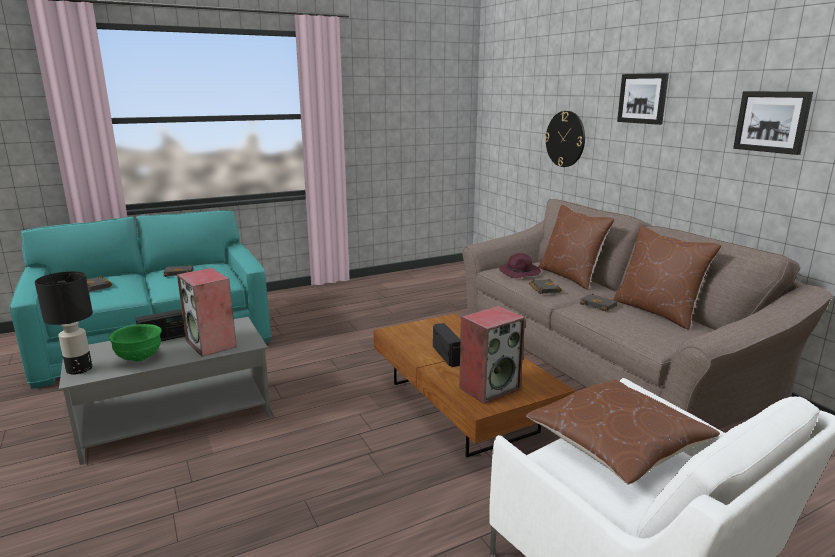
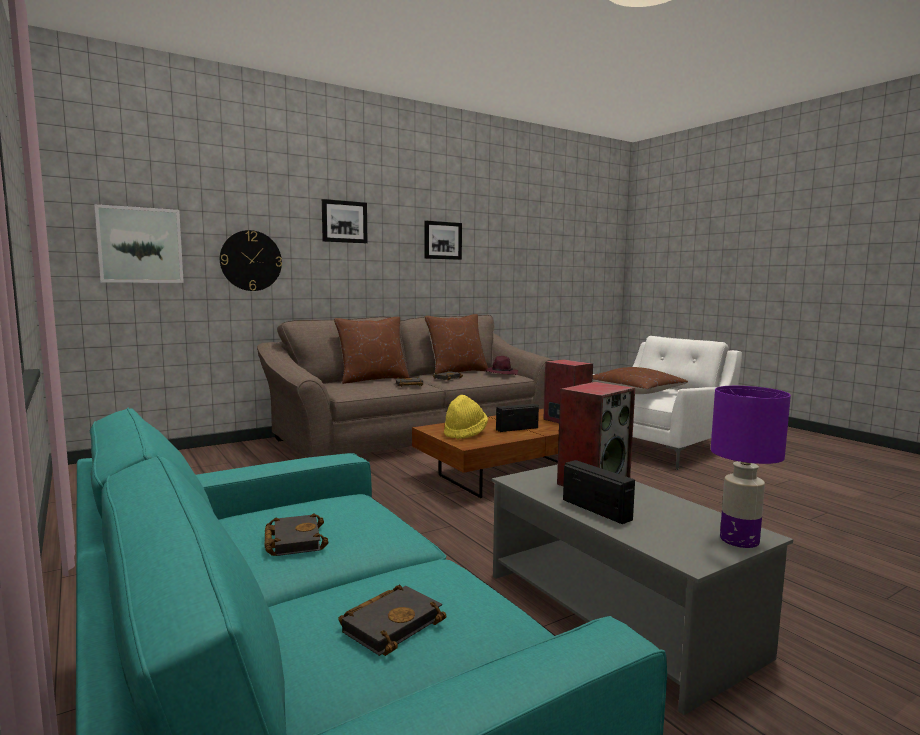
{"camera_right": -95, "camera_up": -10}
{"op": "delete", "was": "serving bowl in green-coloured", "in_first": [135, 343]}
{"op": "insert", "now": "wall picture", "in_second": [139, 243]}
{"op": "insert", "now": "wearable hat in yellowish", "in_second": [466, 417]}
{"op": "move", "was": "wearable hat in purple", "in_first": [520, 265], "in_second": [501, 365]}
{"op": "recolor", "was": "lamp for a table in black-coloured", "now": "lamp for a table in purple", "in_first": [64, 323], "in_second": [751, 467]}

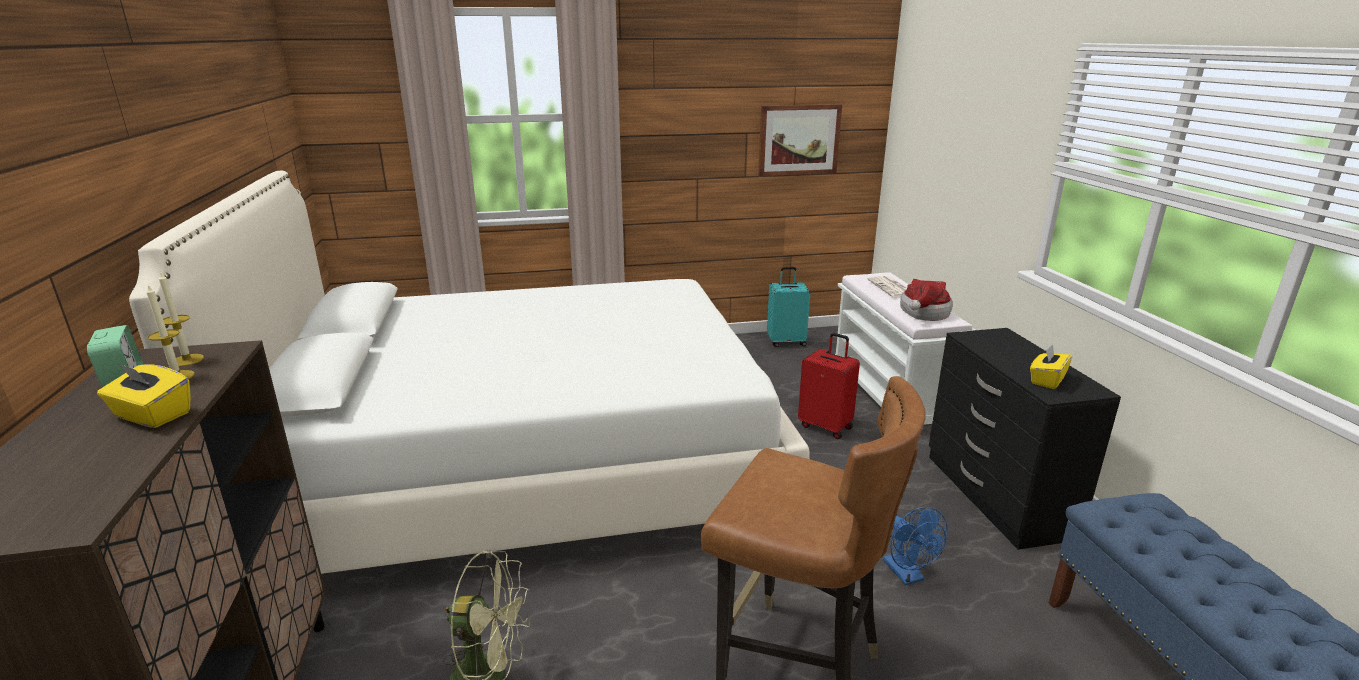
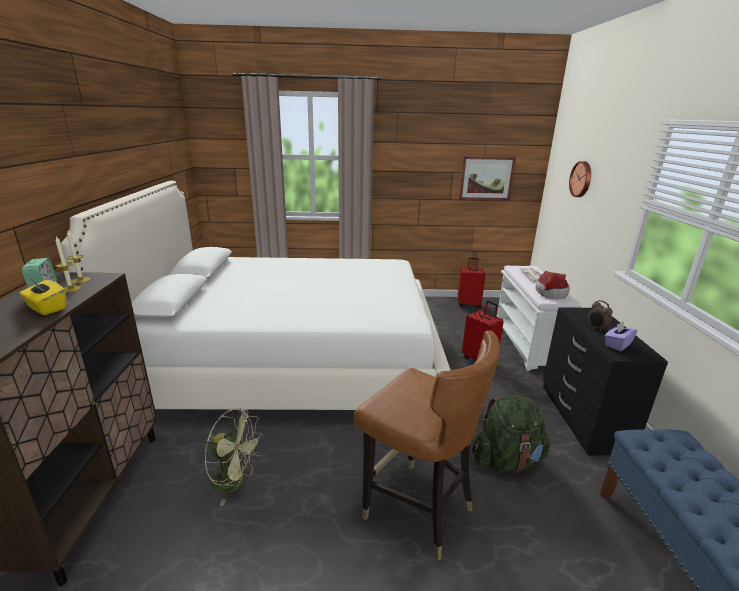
{"camera_right": 10, "camera_up": 0}
{"op": "insert", "now": "hanging clock", "in_second": [580, 179]}
{"op": "insert", "now": "bedside clock", "in_second": [600, 316]}
{"op": "replace", "was": "electric fan in blue", "now": "knapsack in green-coloured", "in_first": [915, 546], "in_second": [511, 434]}
{"op": "recolor", "was": "suitcase in turquoise", "now": "suitcase in reddish", "in_first": [788, 307], "in_second": [472, 282]}
{"op": "recolor", "was": "box of tissues in yellowish", "now": "box of tissues in purple", "in_first": [1051, 366], "in_second": [621, 336]}

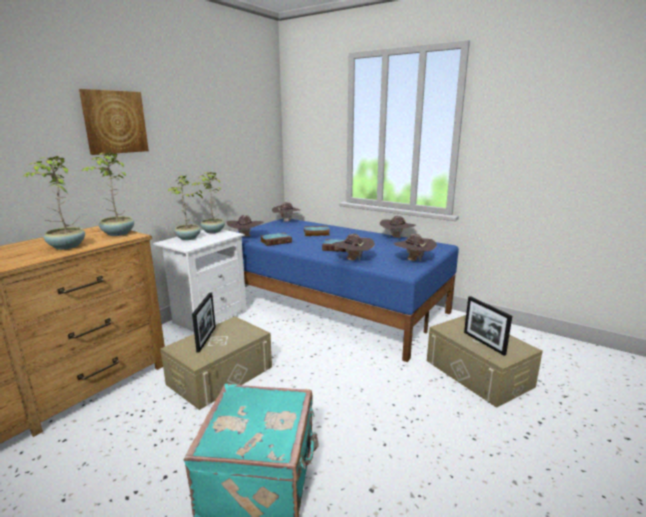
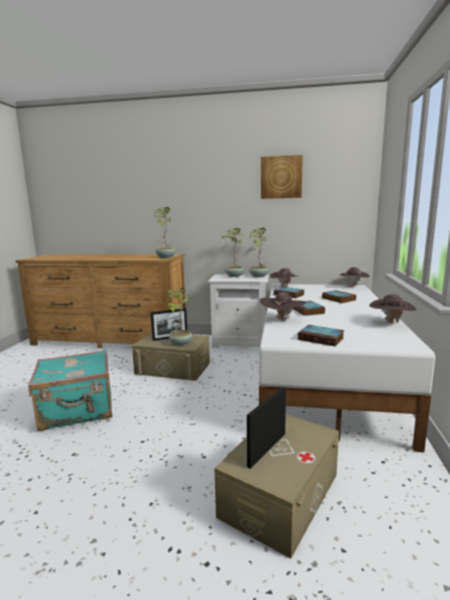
{"camera_right": 65, "camera_up": -5}
{"op": "move", "was": "potted plant", "in_first": [53, 203], "in_second": [179, 316]}
{"op": "move", "was": "wall picture", "in_first": [114, 122], "in_second": [282, 177]}
{"op": "replace", "was": "wearable hat in brown-coloured", "now": "bound book", "in_first": [415, 248], "in_second": [321, 335]}
{"op": "recolor", "was": "bedroom bed in blue", "now": "bedroom bed in white", "in_first": [348, 290], "in_second": [347, 368]}

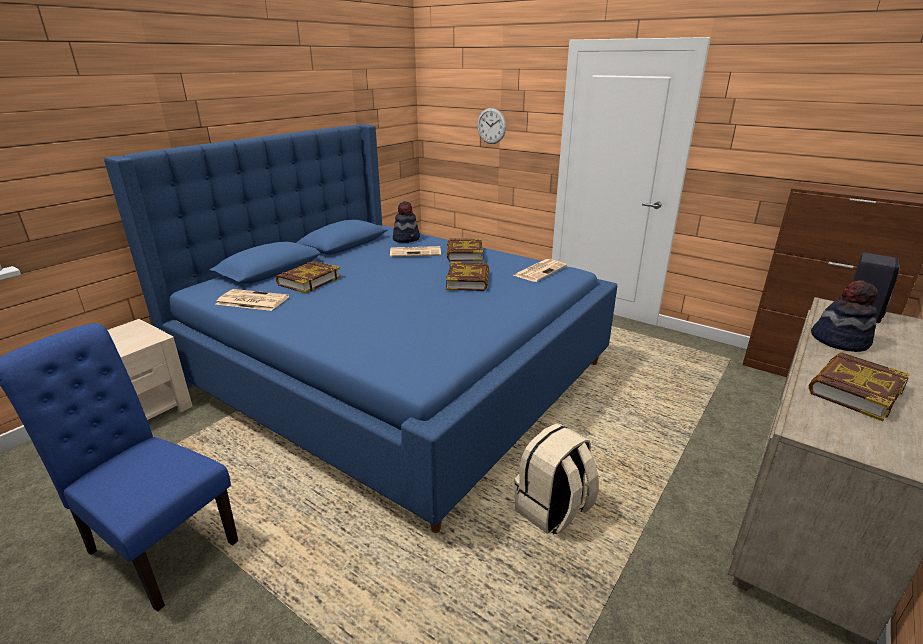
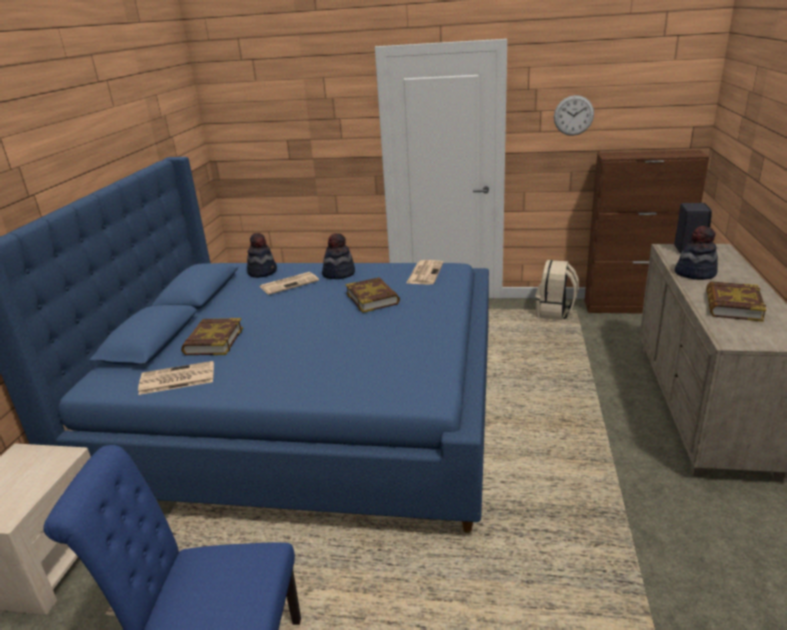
{"camera_right": -25, "camera_up": 0}
{"op": "move", "was": "hanging clock", "in_first": [491, 126], "in_second": [574, 115]}
{"op": "move", "was": "knapsack in beige", "in_first": [556, 479], "in_second": [557, 290]}
{"op": "replace", "was": "bound book", "now": "wearable hat", "in_first": [465, 249], "in_second": [338, 256]}

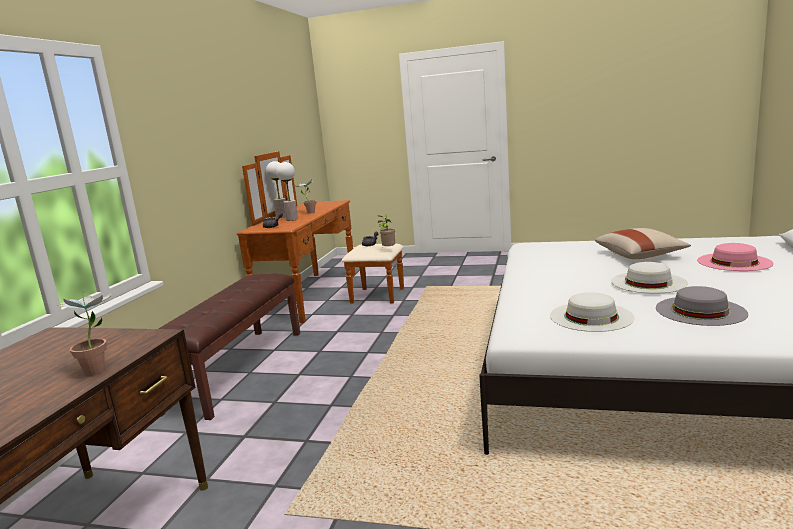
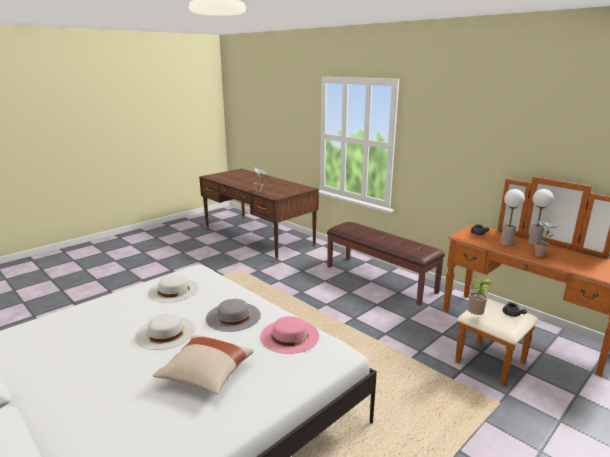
{"camera_right": 120, "camera_up": 5}
{"op": "move", "was": "wearable hat in grey", "in_first": [702, 306], "in_second": [233, 315]}
{"op": "move", "was": "wearable hat in pinkish", "in_first": [735, 257], "in_second": [289, 335]}

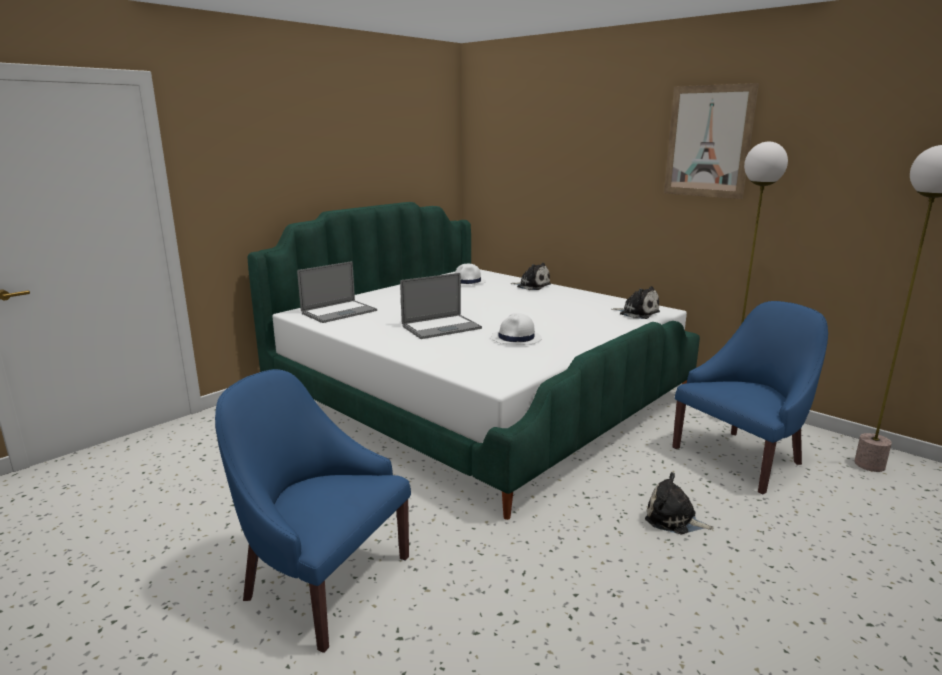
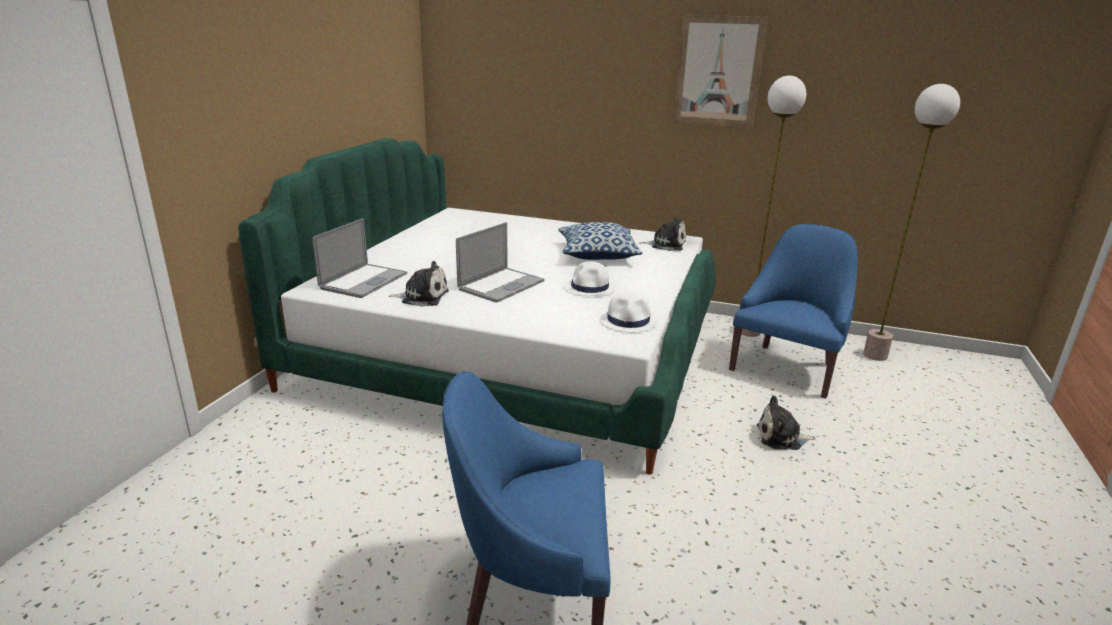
{"camera_right": -25, "camera_up": 5}
{"op": "insert", "now": "pillow", "in_second": [600, 241]}
{"op": "move", "was": "wearable hat in white", "in_first": [470, 275], "in_second": [628, 311]}
{"op": "move", "was": "plush toy", "in_first": [531, 276], "in_second": [419, 284]}

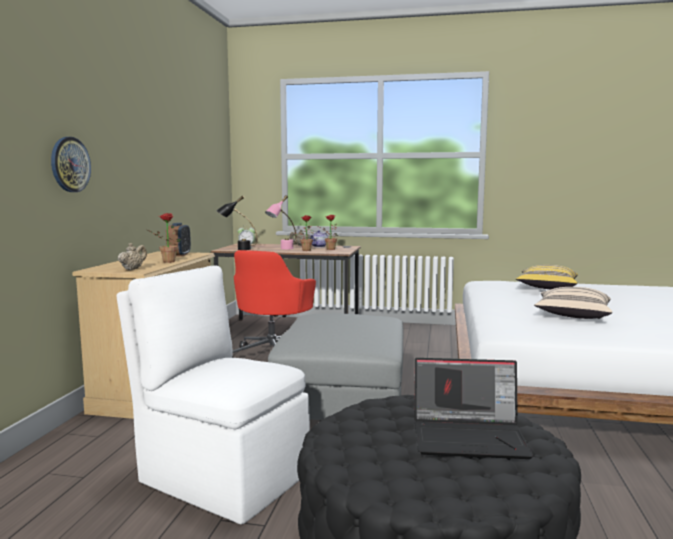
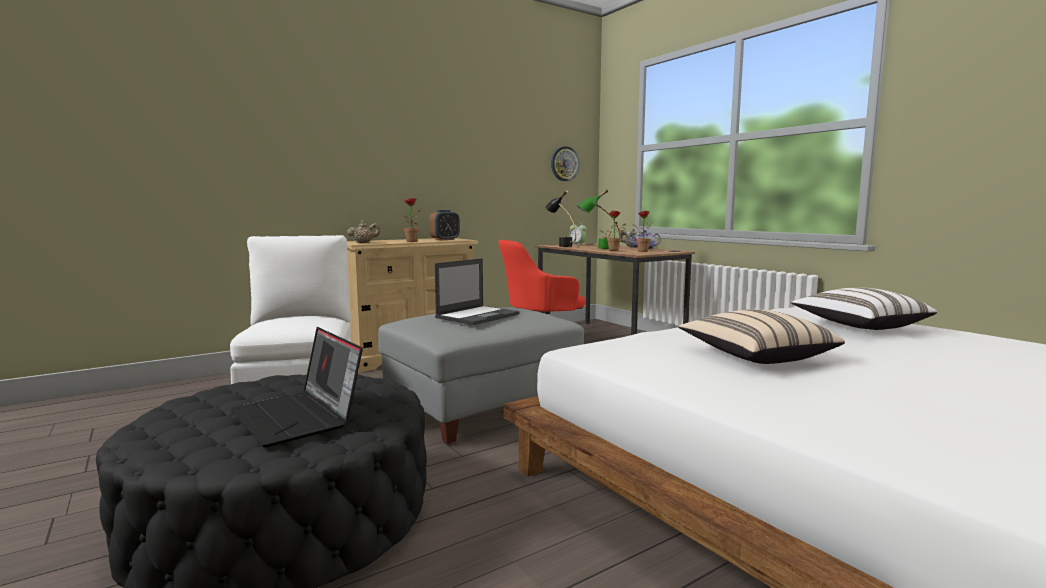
{"camera_right": 45, "camera_up": 0}
{"op": "insert", "now": "laptop", "in_second": [477, 291]}
{"op": "move", "was": "hanging clock", "in_first": [71, 164], "in_second": [565, 163]}
{"op": "recolor", "was": "lamp for a table in pinkish", "now": "lamp for a table in green-coloured", "in_first": [281, 222], "in_second": [598, 219]}
{"op": "recolor", "was": "pillow in yellowish", "now": "pillow in white", "in_first": [547, 277], "in_second": [864, 308]}

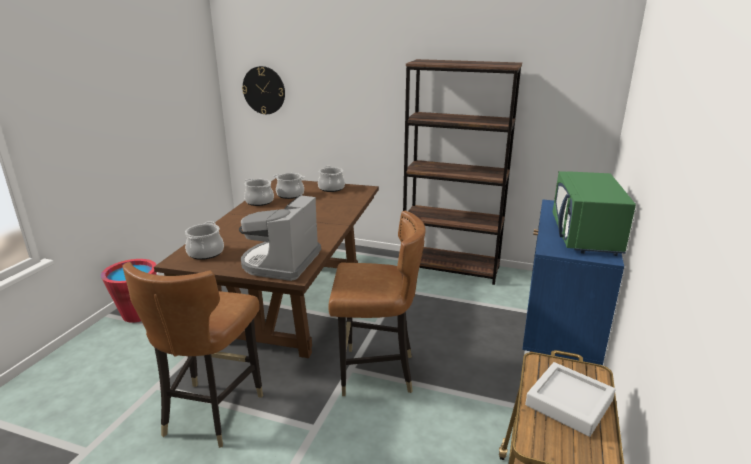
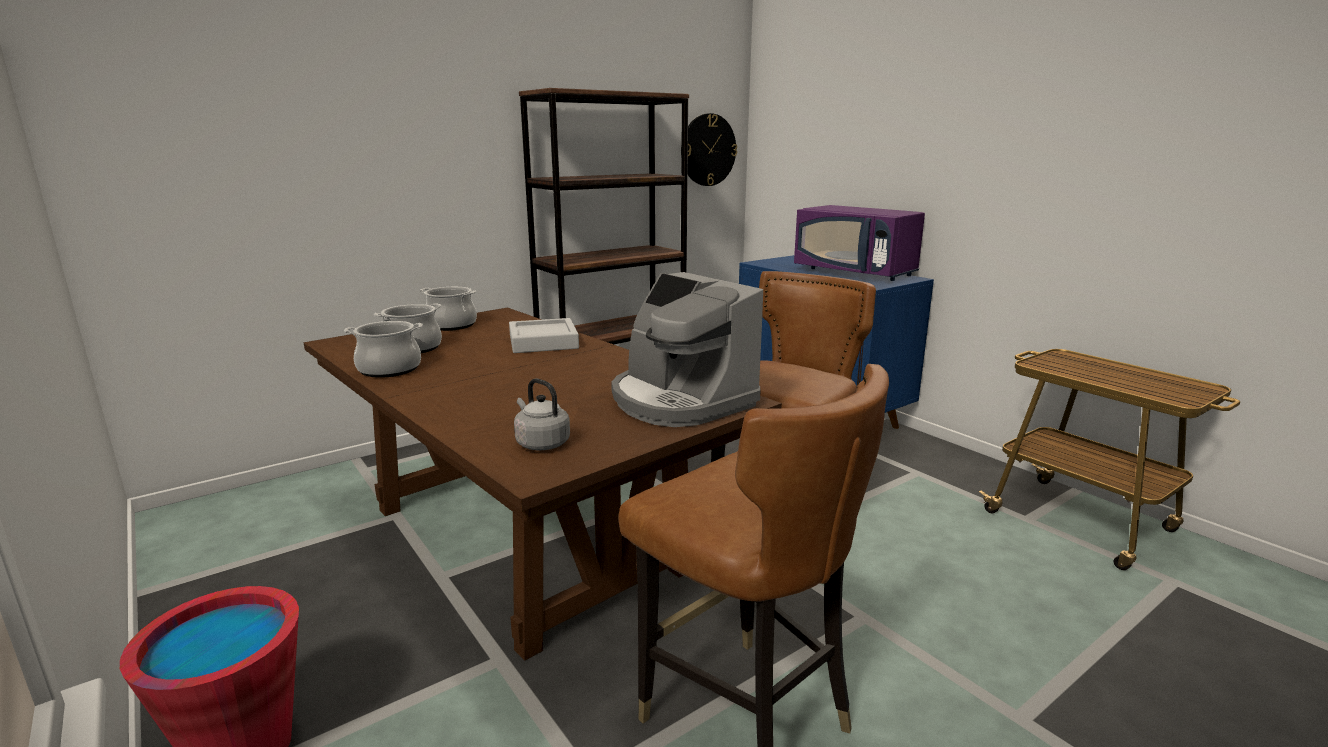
{"camera_right": -55, "camera_up": -5}
{"op": "move", "was": "hanging clock", "in_first": [263, 90], "in_second": [709, 149]}
{"op": "move", "was": "serving tray in grey", "in_first": [570, 399], "in_second": [544, 335]}
{"op": "replace", "was": "cooking pot", "now": "water kettle in grey", "in_first": [204, 240], "in_second": [542, 414]}
{"op": "recolor", "was": "microwave in green-coloured", "now": "microwave in purple", "in_first": [594, 213], "in_second": [859, 243]}

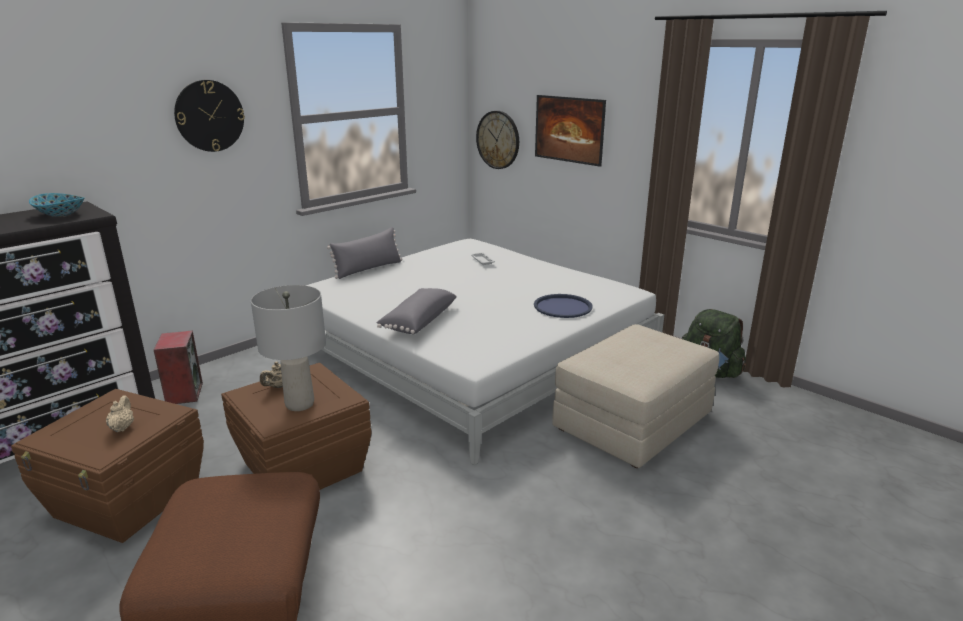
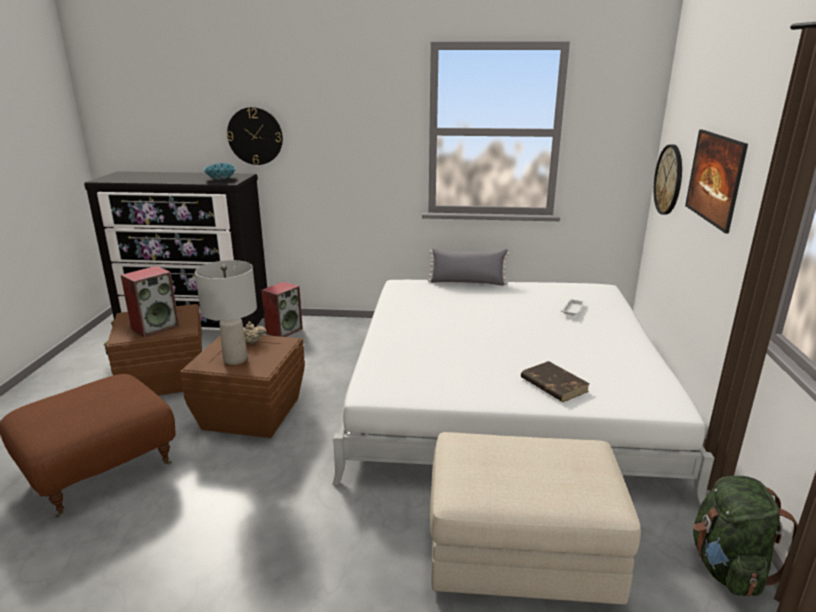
{"camera_right": 50, "camera_up": 0}
{"op": "delete", "was": "pillow in grey", "in_first": [416, 311]}
{"op": "move", "was": "hanging clock", "in_first": [209, 116], "in_second": [255, 136]}
{"op": "replace", "was": "tea pot in beige", "now": "speaker", "in_first": [120, 413], "in_second": [150, 302]}
{"op": "replace", "was": "serving tray in blue", "now": "bound book in brown-coloured", "in_first": [563, 306], "in_second": [555, 381]}

